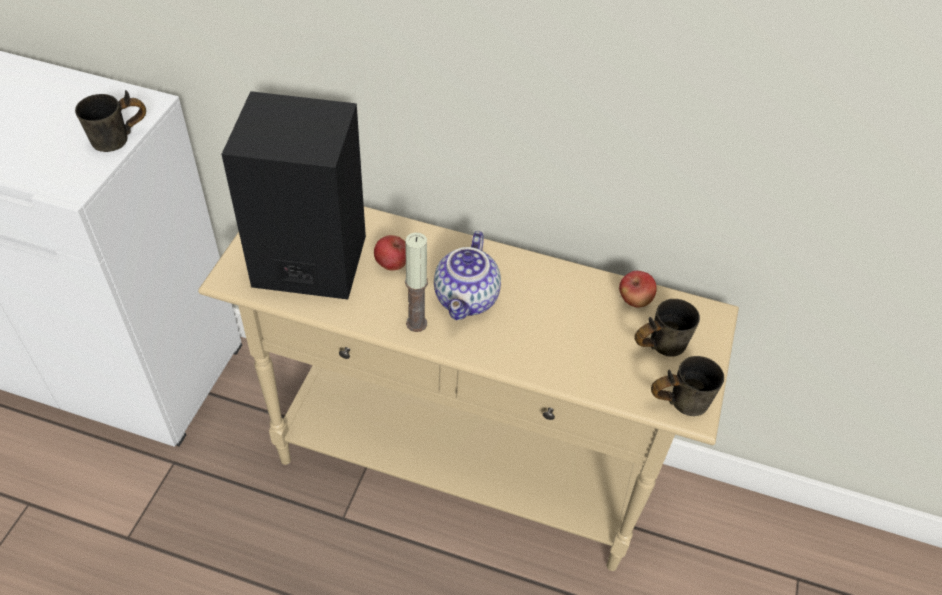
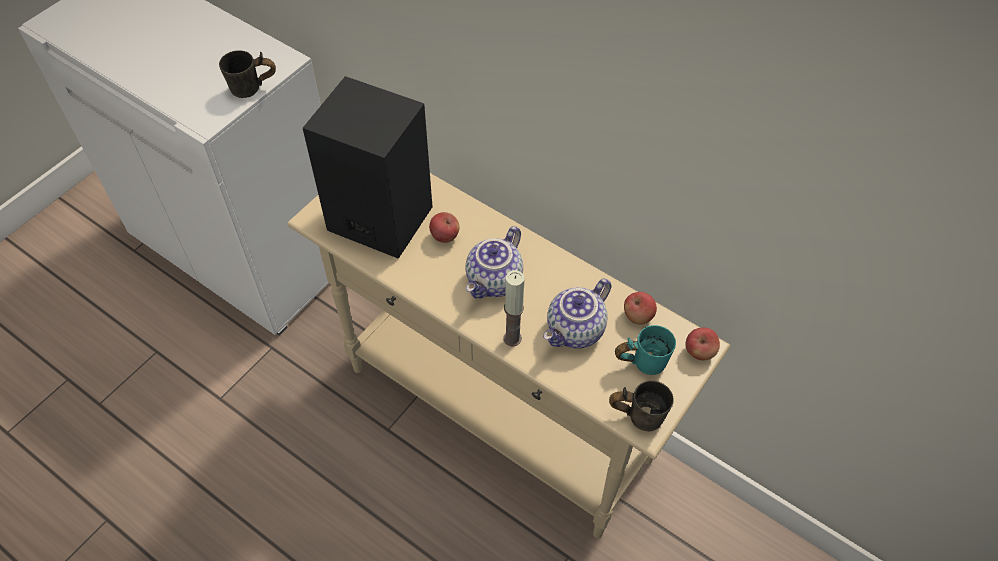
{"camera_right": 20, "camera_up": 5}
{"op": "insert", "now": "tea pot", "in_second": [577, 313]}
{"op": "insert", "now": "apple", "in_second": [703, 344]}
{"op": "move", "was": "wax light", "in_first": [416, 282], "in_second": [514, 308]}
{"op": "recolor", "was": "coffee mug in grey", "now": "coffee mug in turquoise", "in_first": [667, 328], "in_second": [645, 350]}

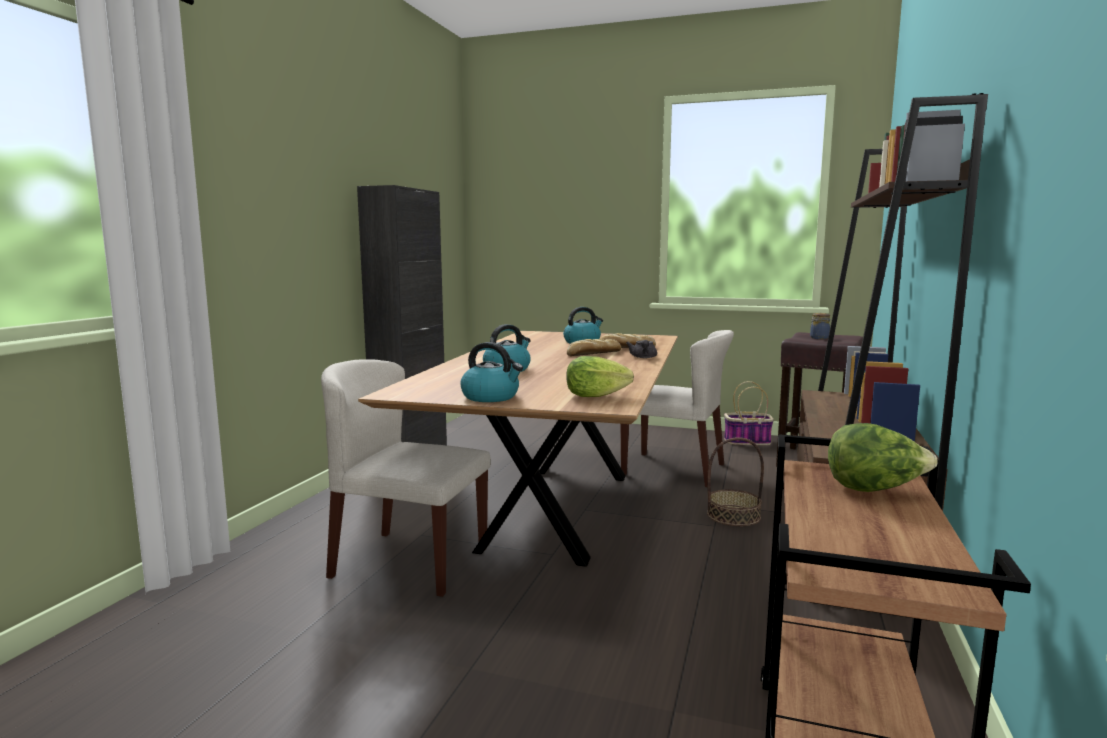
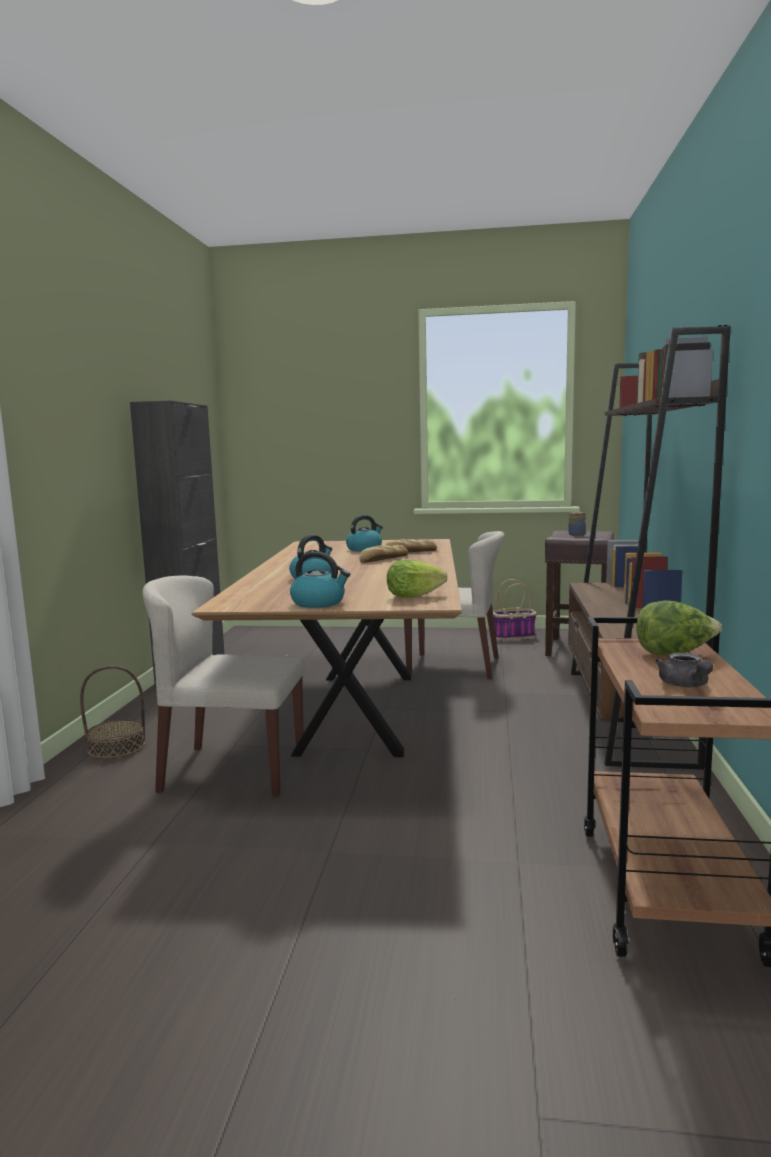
{"camera_right": -10, "camera_up": 0}
{"op": "move", "was": "tea pot in grey", "in_first": [641, 349], "in_second": [684, 669]}
{"op": "move", "was": "basket", "in_first": [735, 481], "in_second": [112, 712]}

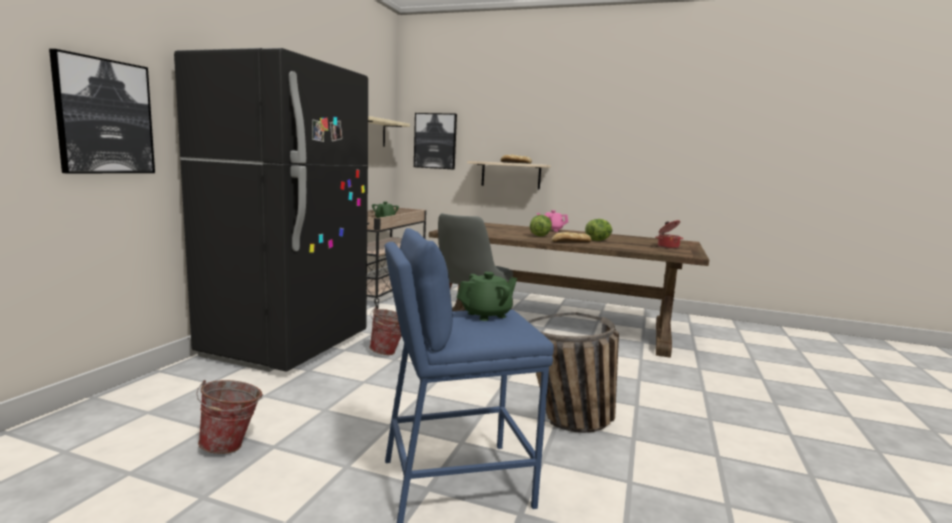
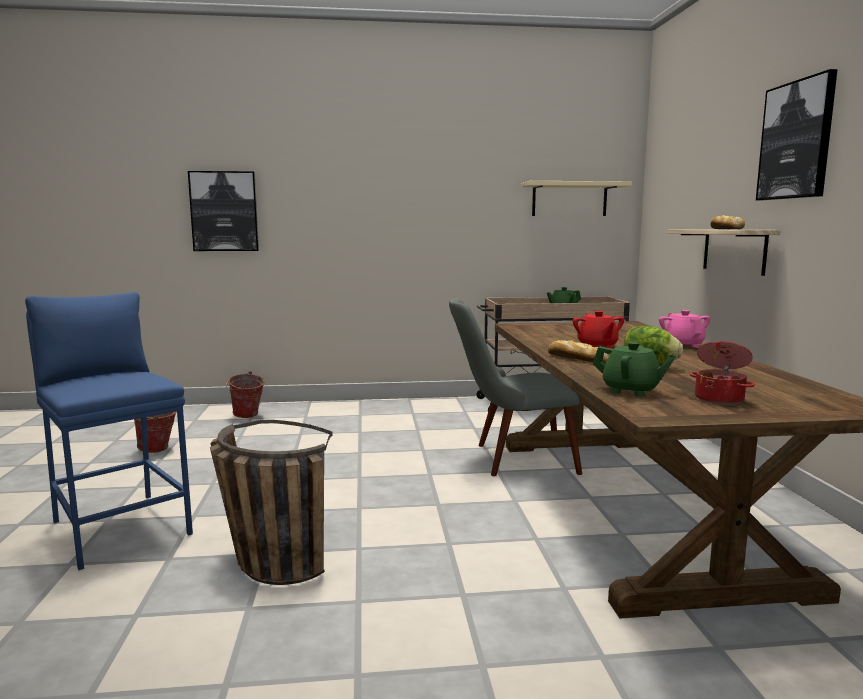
{"camera_right": 65, "camera_up": 0}
{"op": "delete", "was": "refrigerator in black-coloured", "in_first": [271, 210]}
{"op": "move", "was": "water bucket", "in_first": [385, 331], "in_second": [245, 394]}
{"op": "move", "was": "wall picture", "in_first": [435, 141], "in_second": [797, 134]}
{"op": "move", "was": "tea pot in green-coloured", "in_first": [487, 296], "in_second": [634, 369]}
{"op": "replace", "was": "lettuce head", "now": "tea pot in reddish", "in_first": [541, 226], "in_second": [599, 330]}

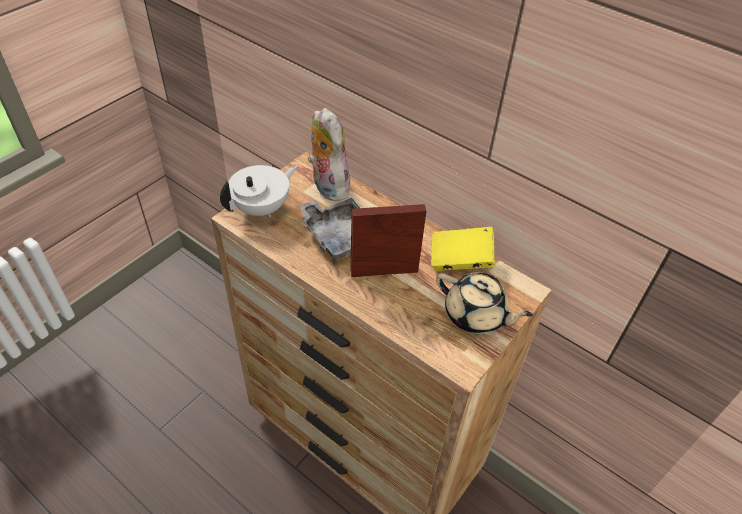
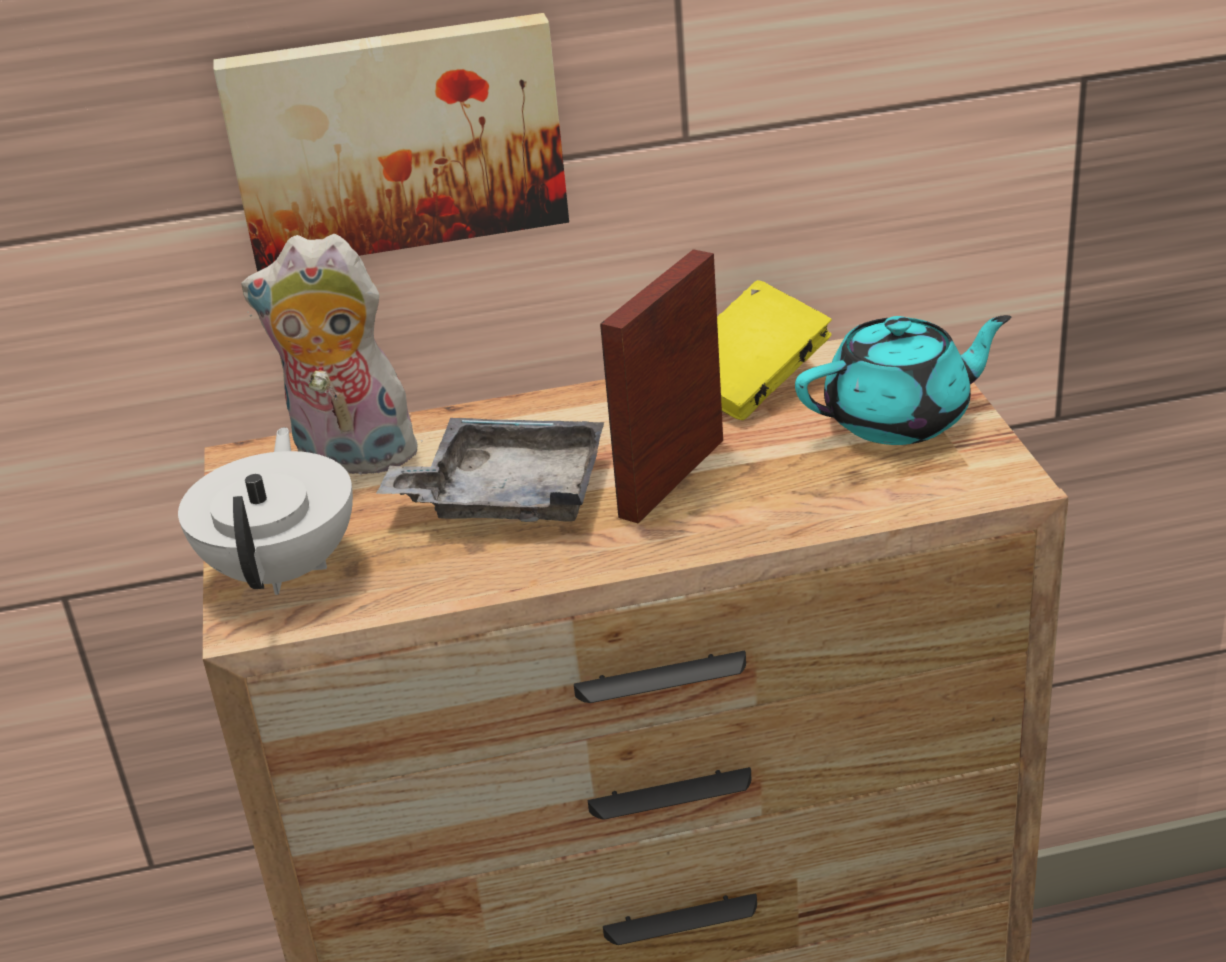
{"camera_right": -45, "camera_up": -15}
{"op": "insert", "now": "wall picture", "in_second": [391, 142]}
{"op": "recolor", "was": "tea pot in beige", "now": "tea pot in turquoise", "in_first": [484, 303], "in_second": [903, 380]}

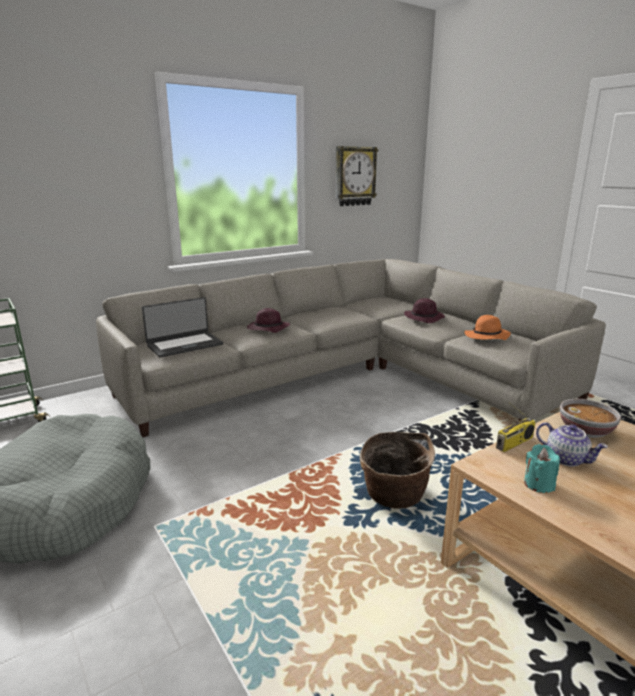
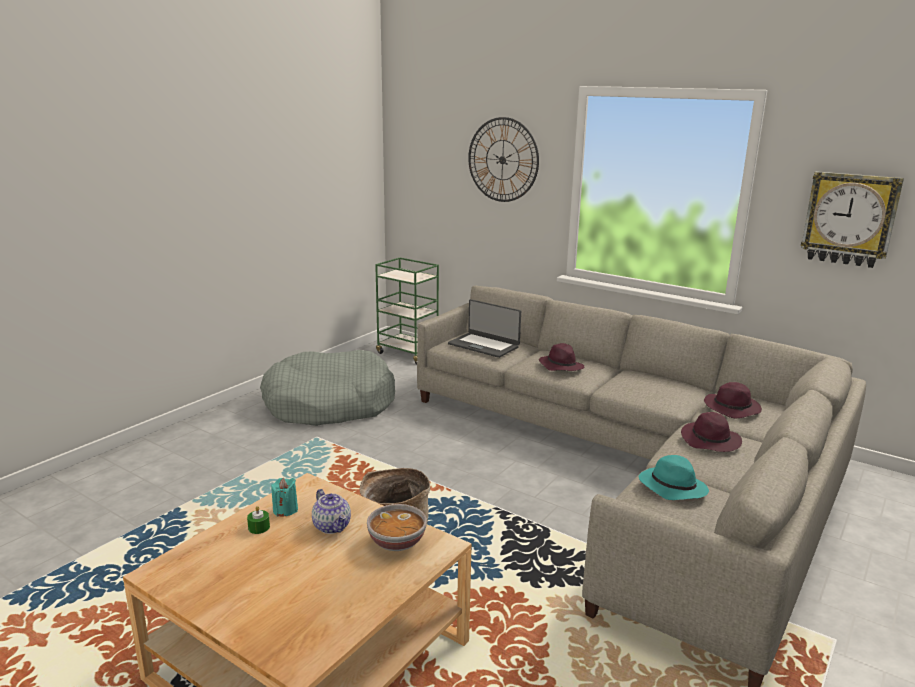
{"camera_right": 70, "camera_up": 0}
{"op": "delete", "was": "radio set", "in_first": [516, 427]}
{"op": "insert", "now": "wax light in green-coloured", "in_second": [258, 520]}
{"op": "insert", "now": "hanging clock", "in_second": [503, 159]}
{"op": "insert", "now": "wearable hat in purple", "in_second": [733, 400]}
{"op": "recolor", "was": "wearable hat in orange", "now": "wearable hat in turquoise", "in_first": [488, 327], "in_second": [674, 477]}
{"op": "rotate", "was": "tea pot", "in_first": [572, 444], "in_second": [331, 511], "clockwise": -60}

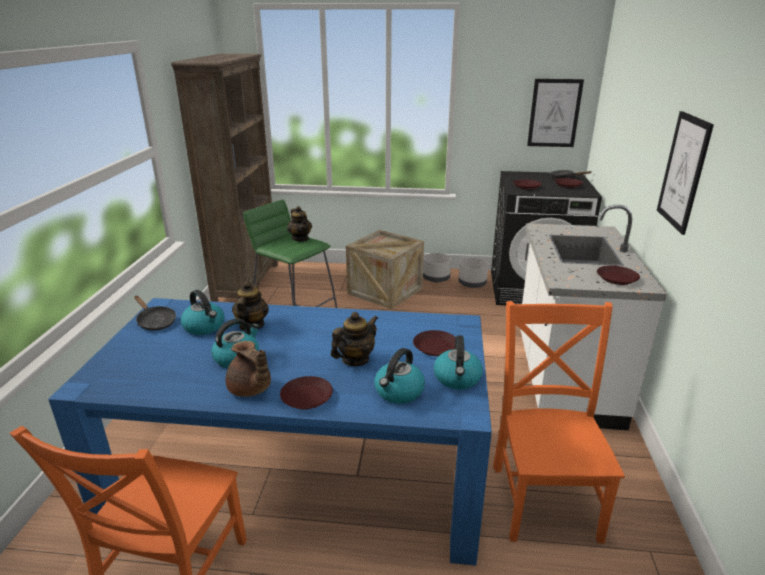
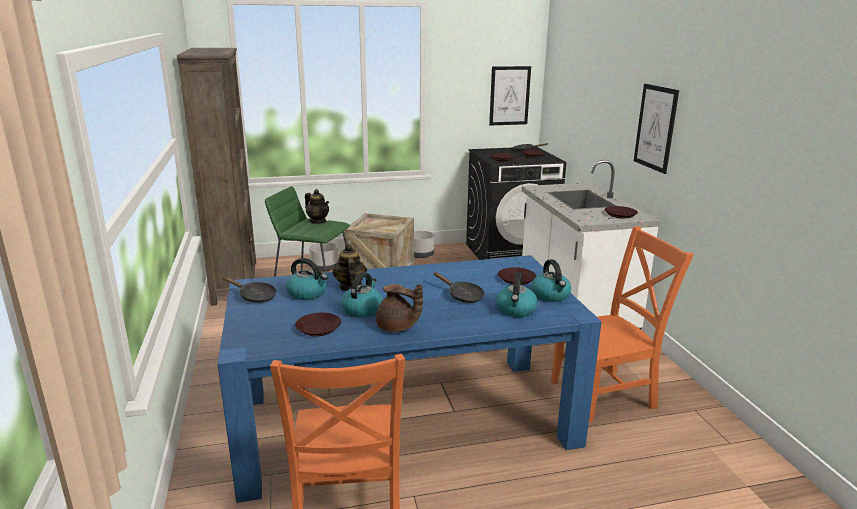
{"camera_right": -20, "camera_up": -5}
{"op": "move", "was": "flat dish in brown-coloured", "in_first": [306, 392], "in_second": [318, 324]}
{"op": "move", "was": "planter in grey", "in_first": [473, 273], "in_second": [323, 256]}
{"op": "replace", "was": "tea pot", "now": "skillet in black-coloured", "in_first": [354, 339], "in_second": [459, 287]}
{"op": "rotate", "was": "plain chair in orange", "in_first": [559, 422], "in_second": [622, 324], "clockwise": 90}

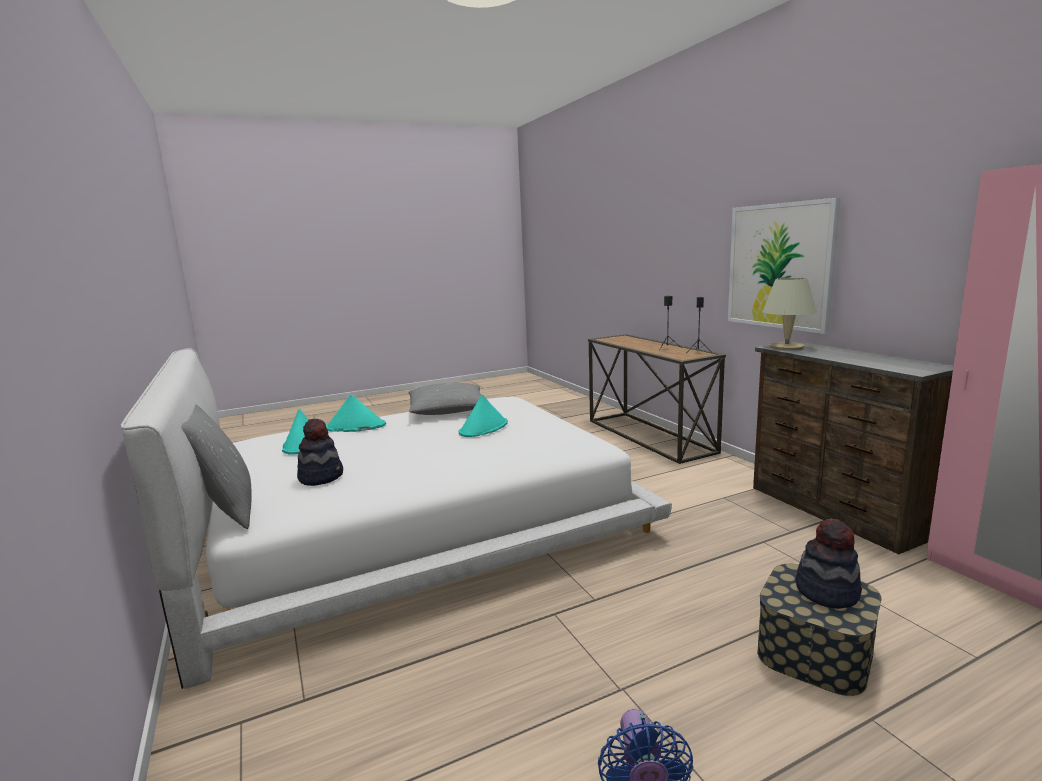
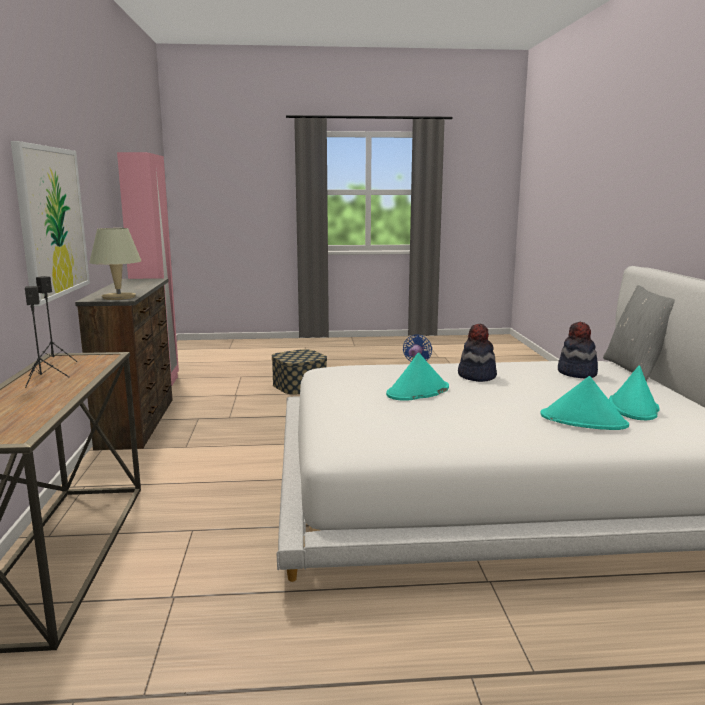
{"camera_right": -160, "camera_up": 0}
{"op": "delete", "was": "pillow in grey", "in_first": [444, 399]}
{"op": "move", "was": "wearable hat", "in_first": [828, 563], "in_second": [477, 353]}

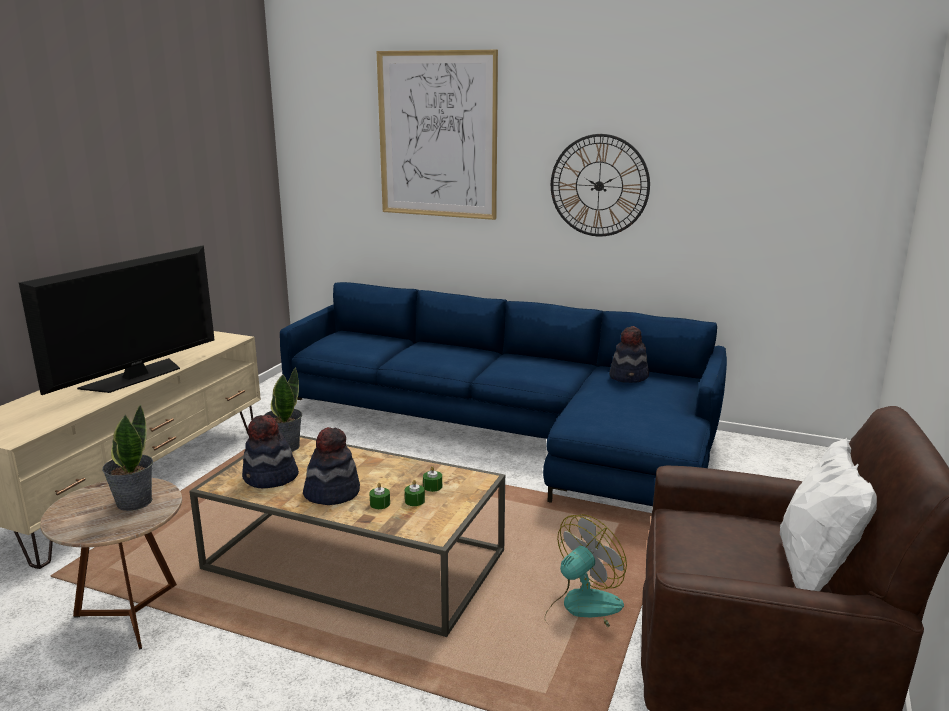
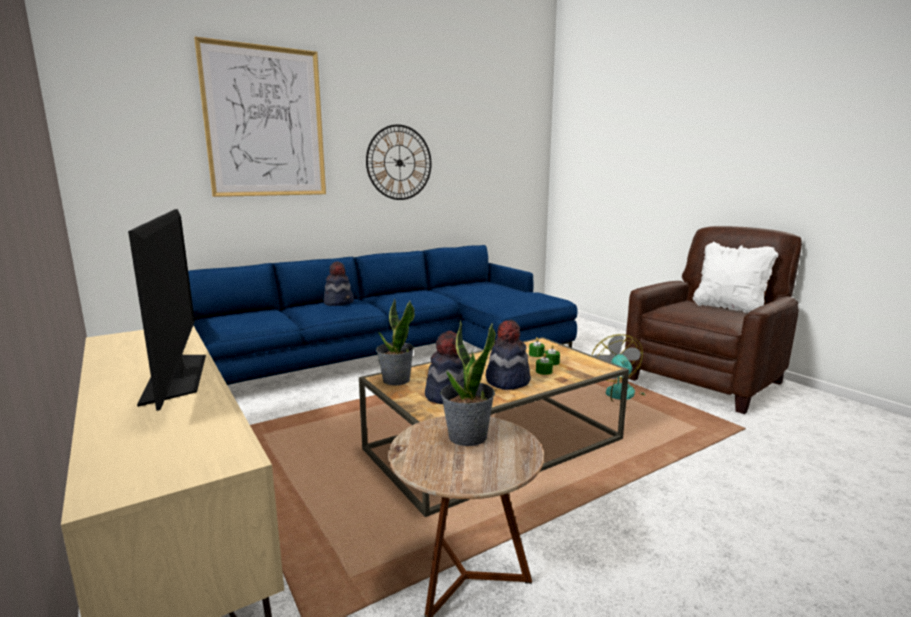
{"camera_right": -55, "camera_up": -5}
{"op": "move", "was": "wearable hat", "in_first": [629, 354], "in_second": [338, 284]}

